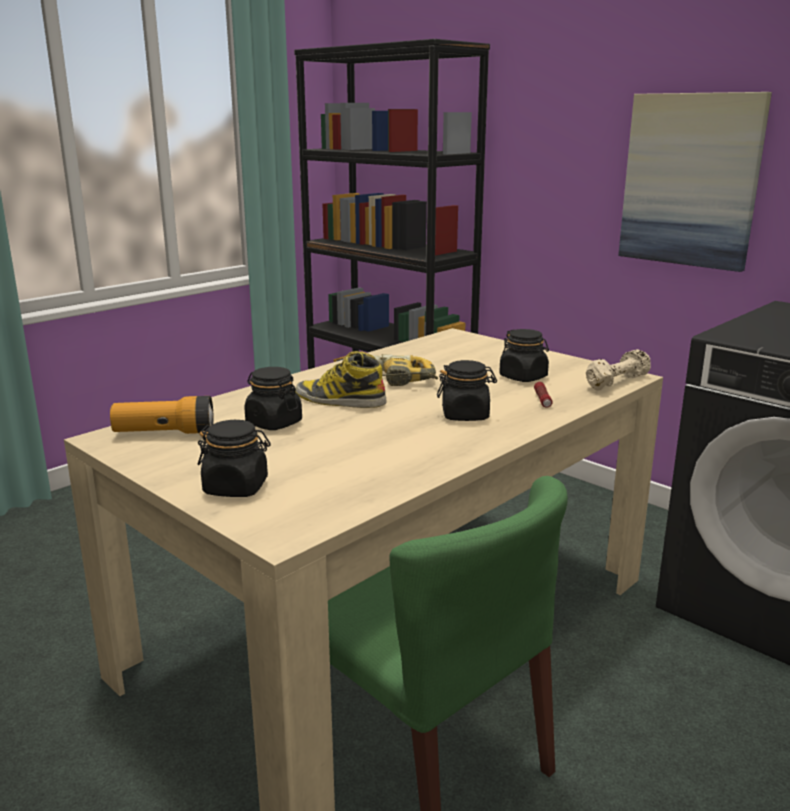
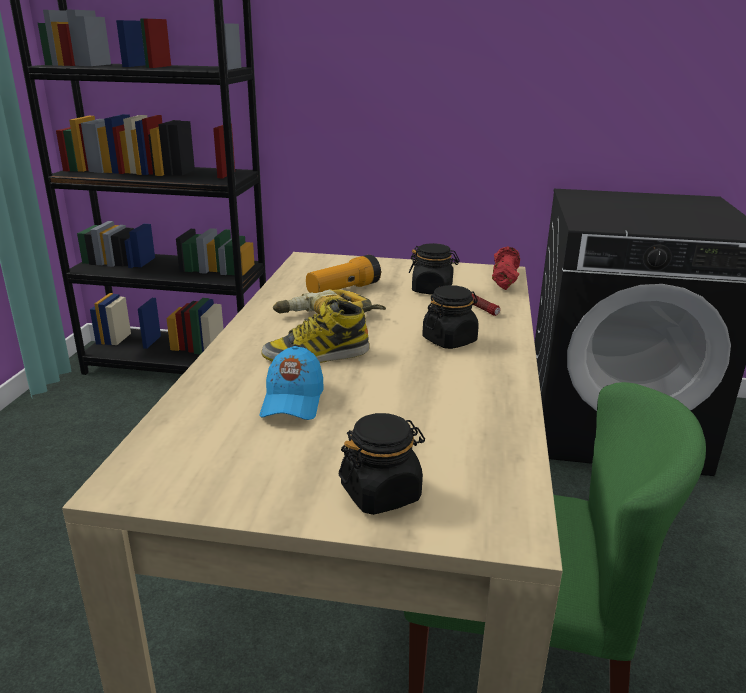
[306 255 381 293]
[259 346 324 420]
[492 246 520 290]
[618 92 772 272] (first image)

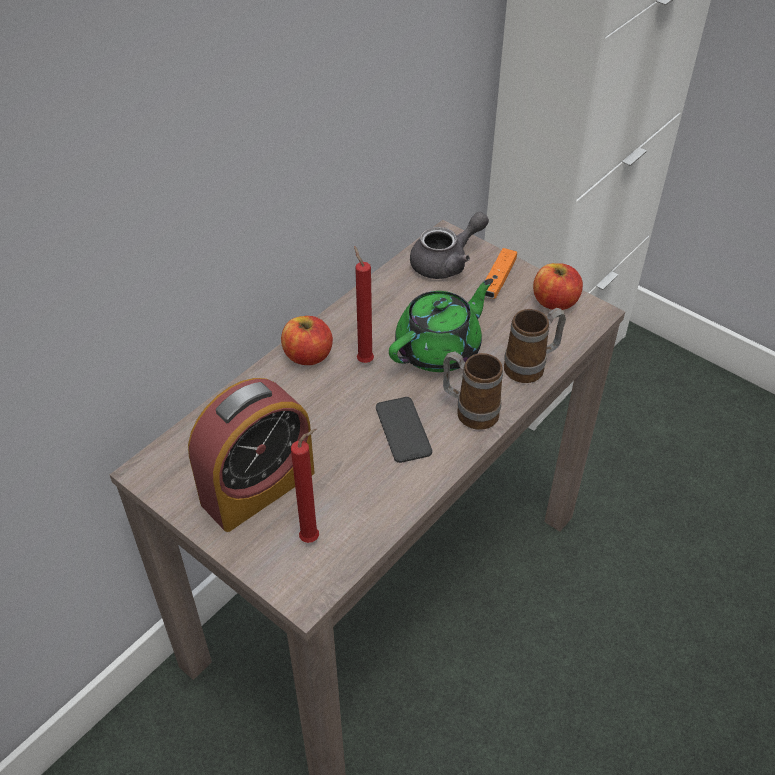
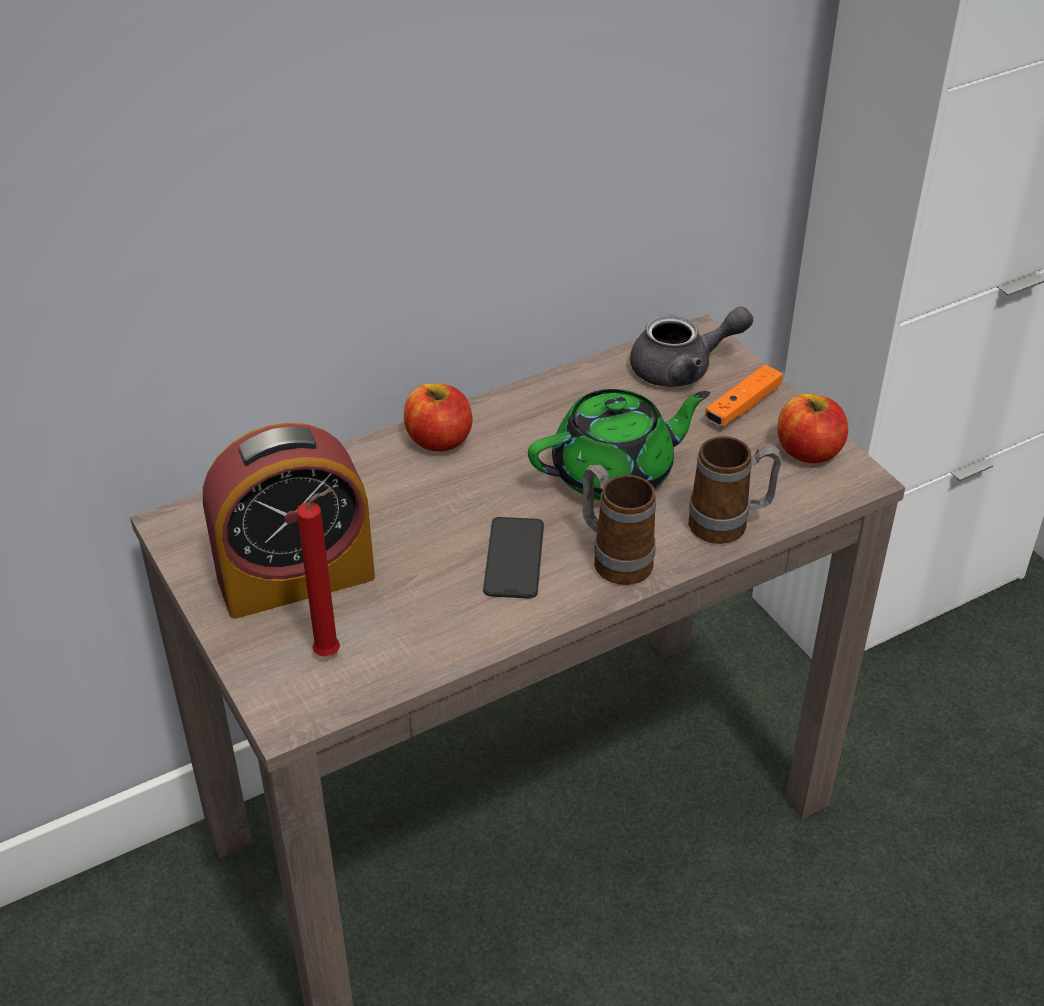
[354 246 374 363] (first image)

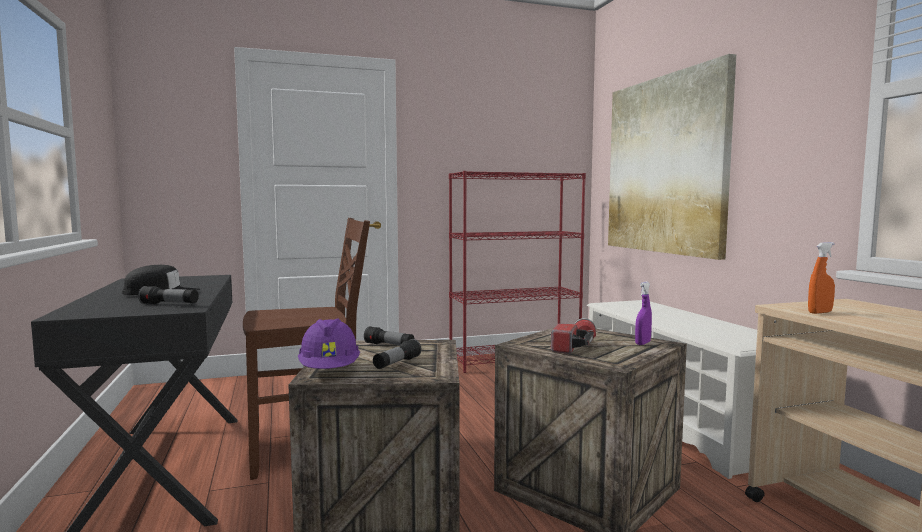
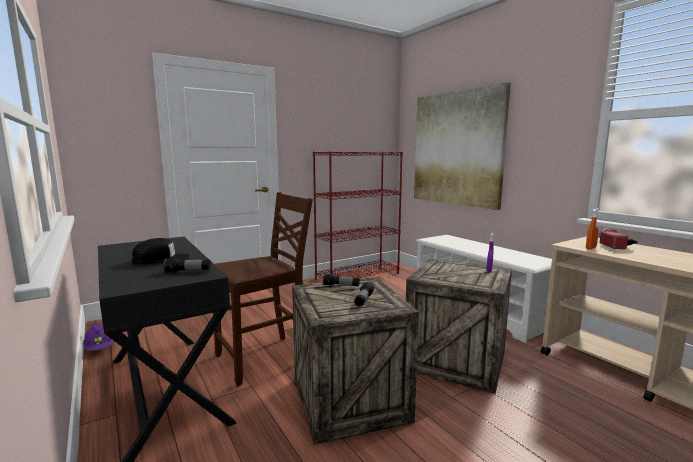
[83 324 114 351]
[599 228 638 249]

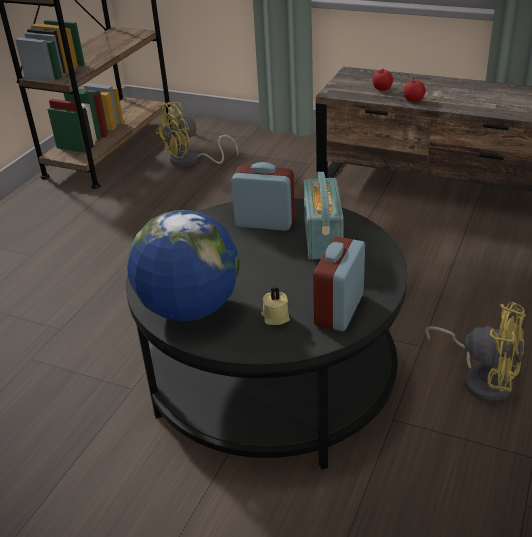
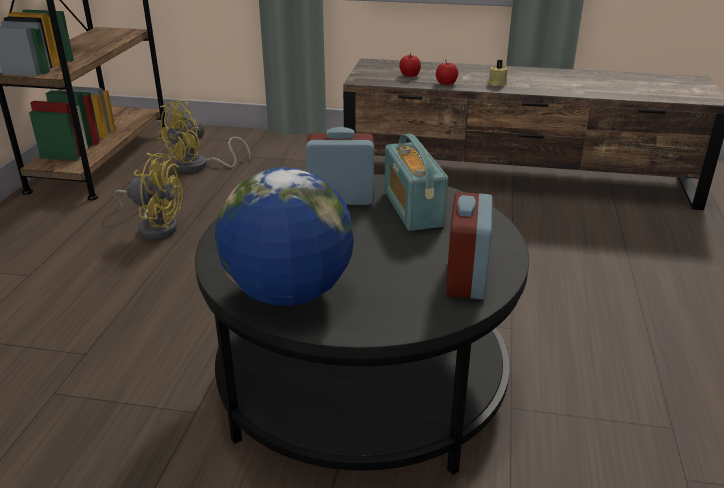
[487 60 508 86]
[114 153 183 239]

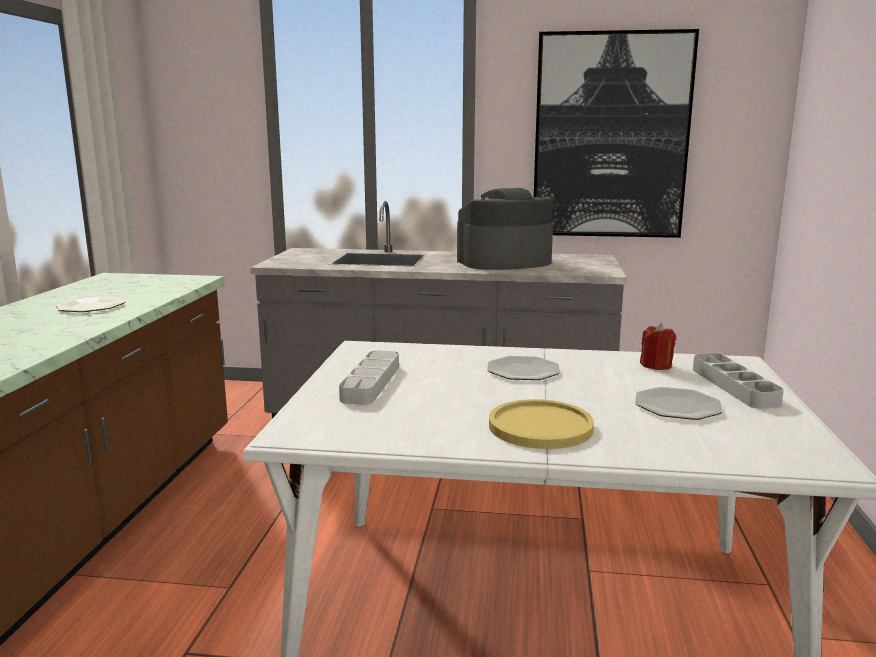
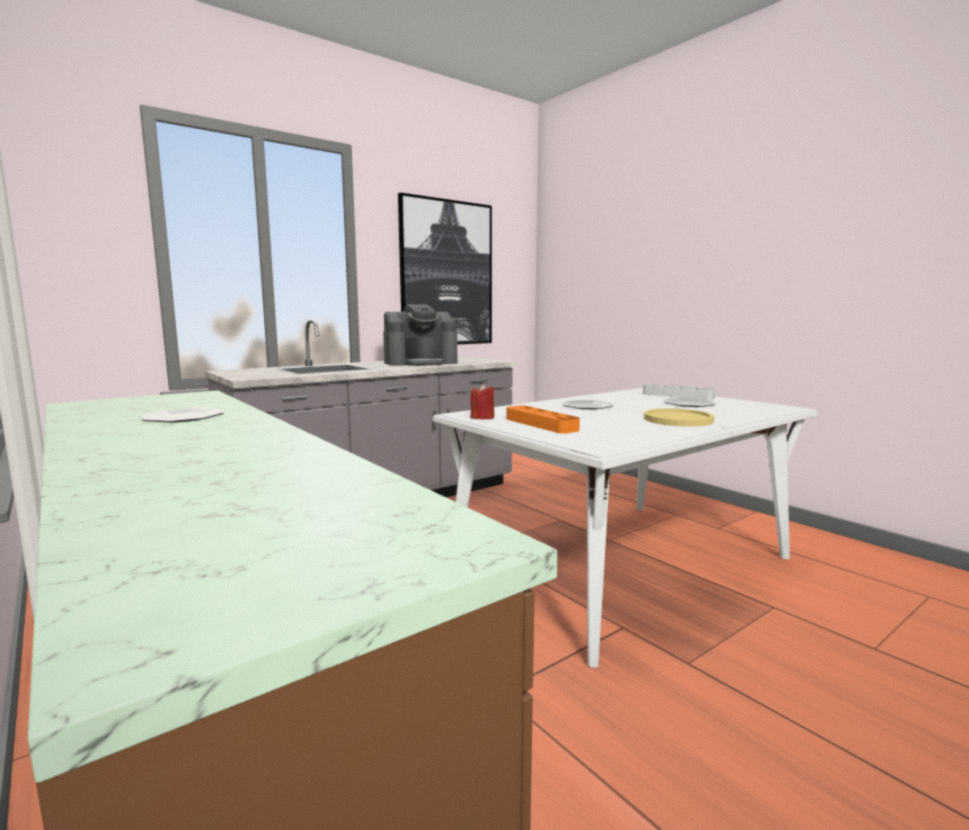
[506 405 580 434]
[383 304 457 366]
[470 384 494 419]

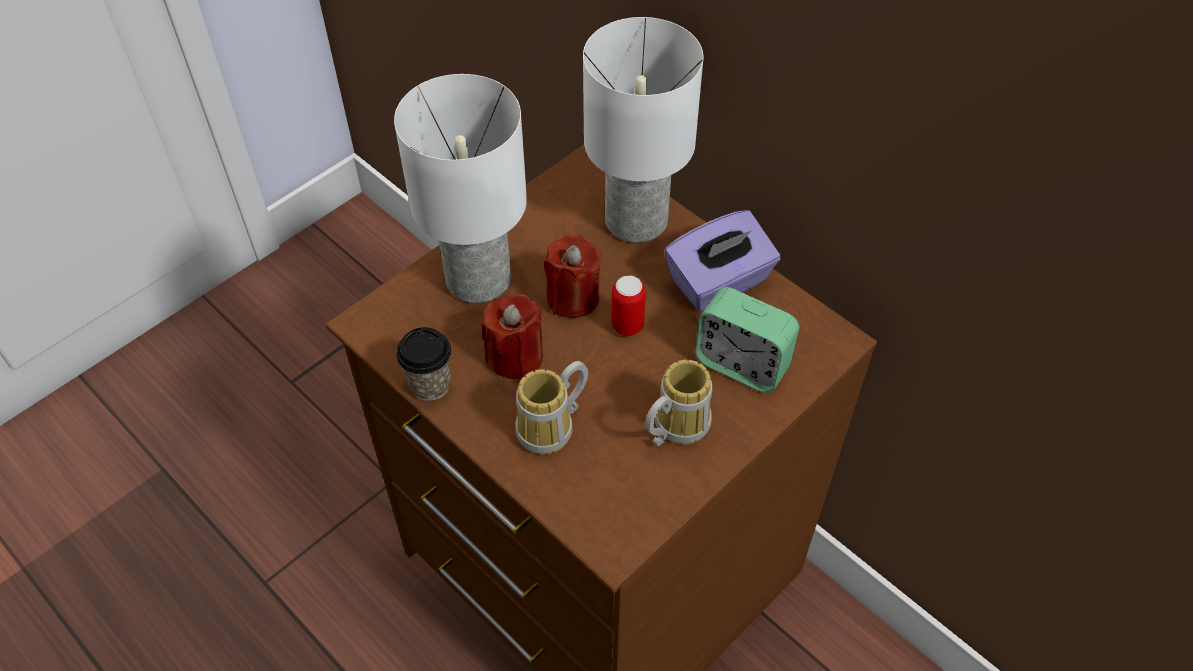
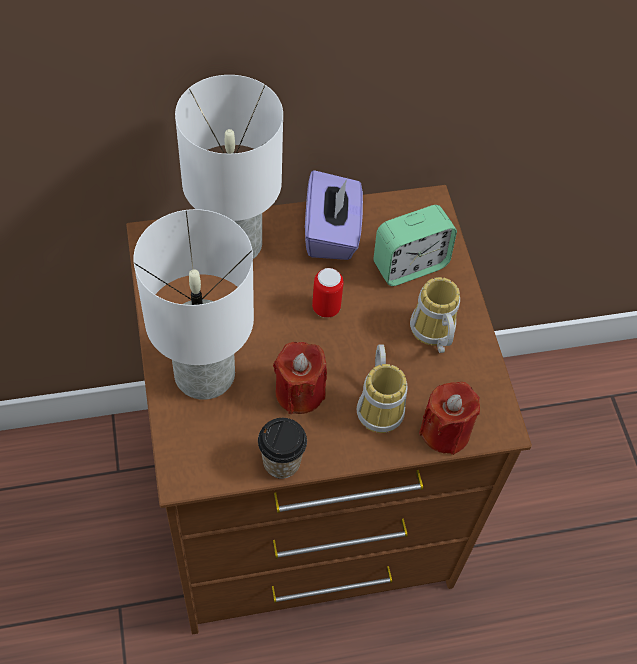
[419 382 480 455]

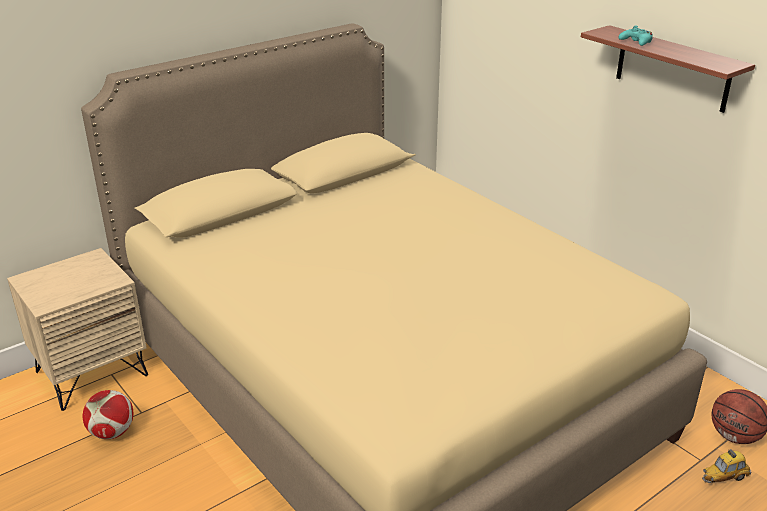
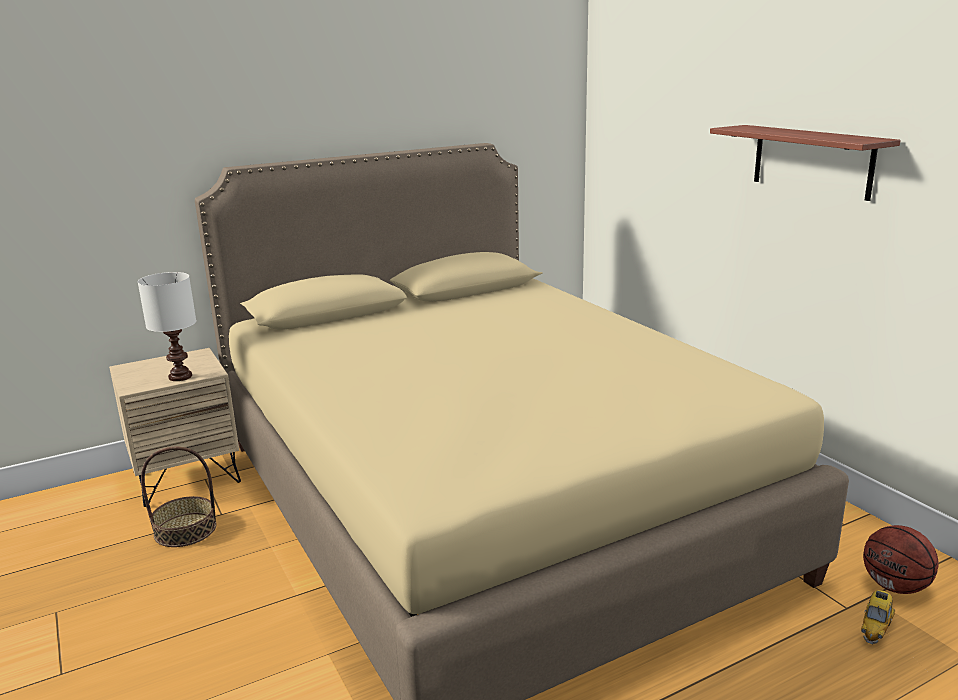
[141 446 216 547]
[619 26 653 46] (first image)
[861 590 895 645]
[137 272 196 381]

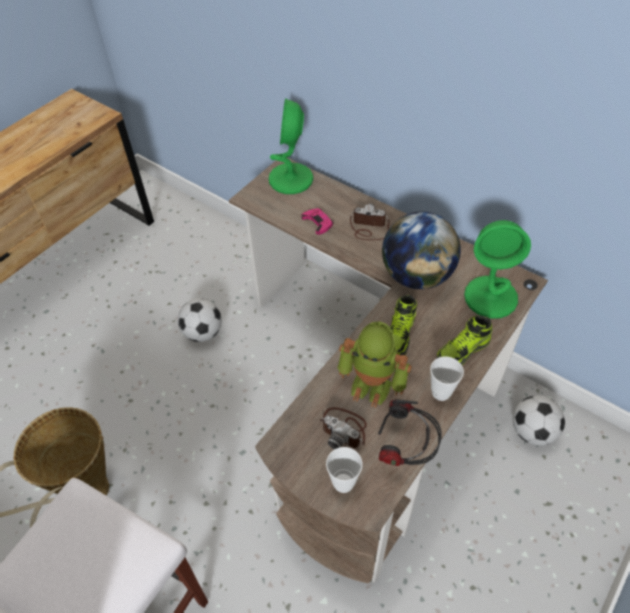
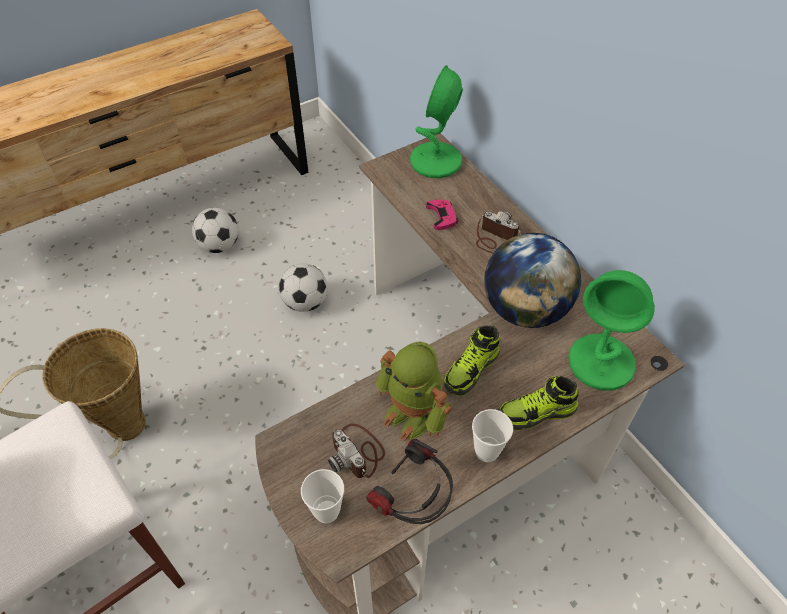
[192 208 239 253]

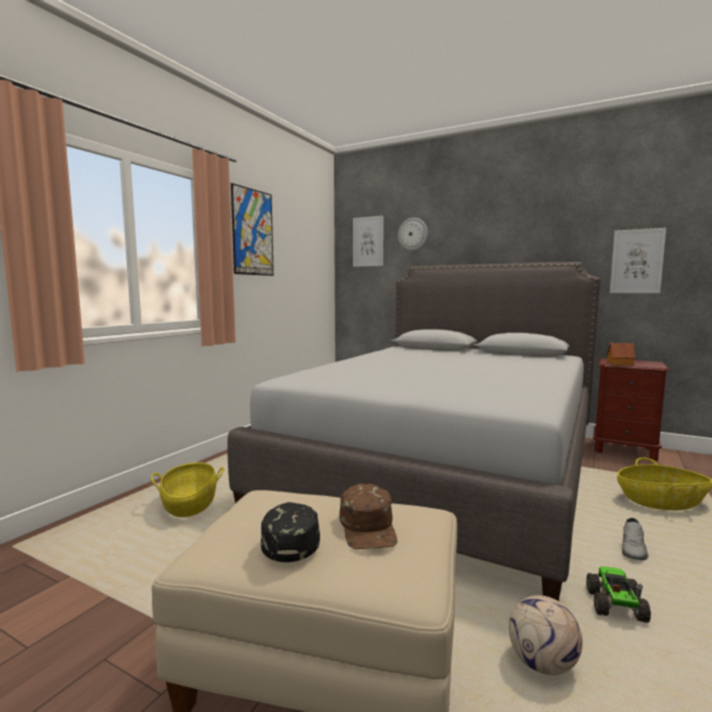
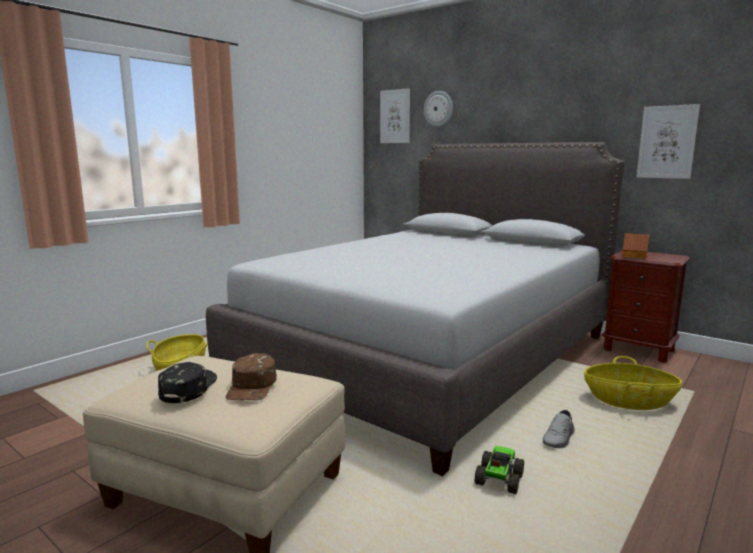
[231 183 274 276] (first image)
[509 595 583 675] (first image)

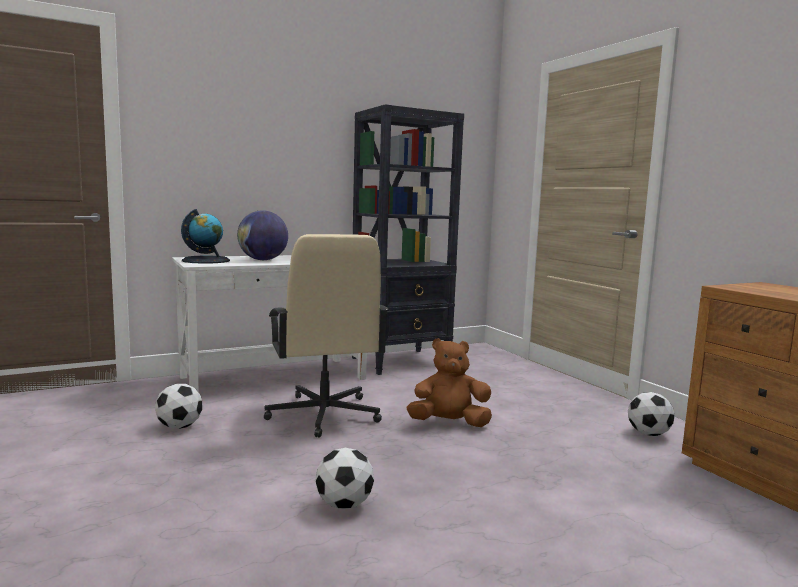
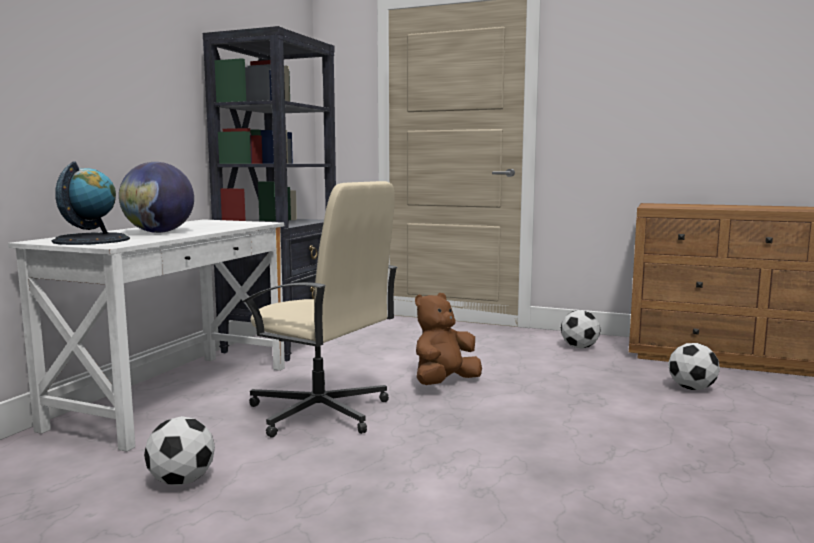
[668 343 720 390]

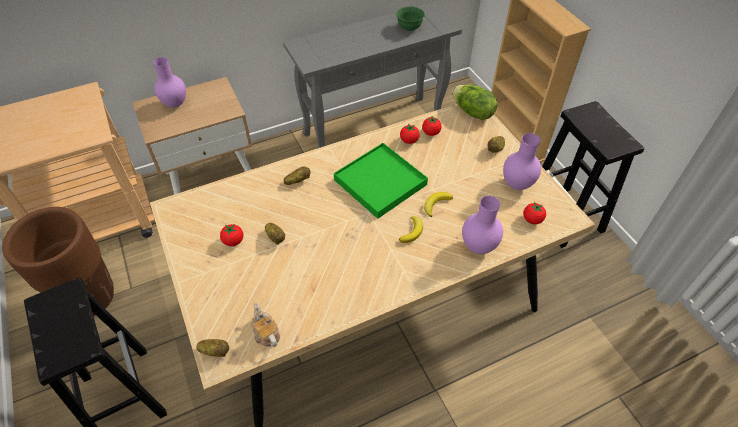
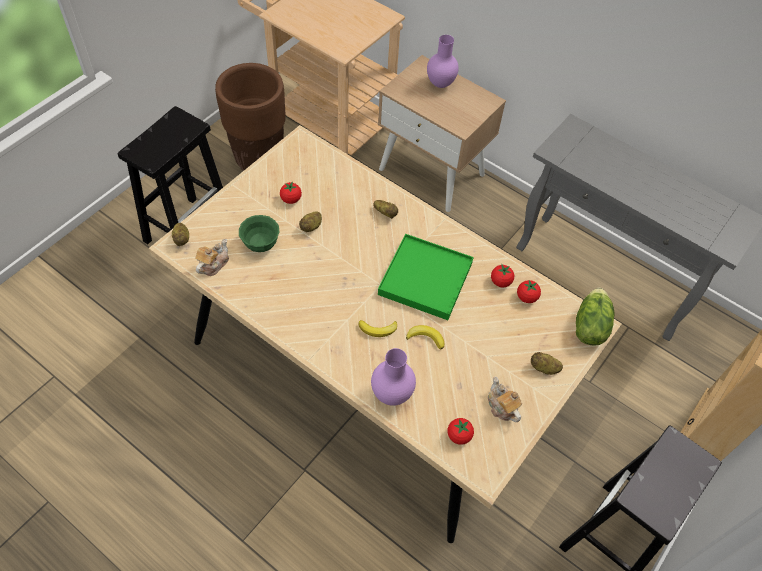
[239 215 279 252]
[488 376 522 422]

